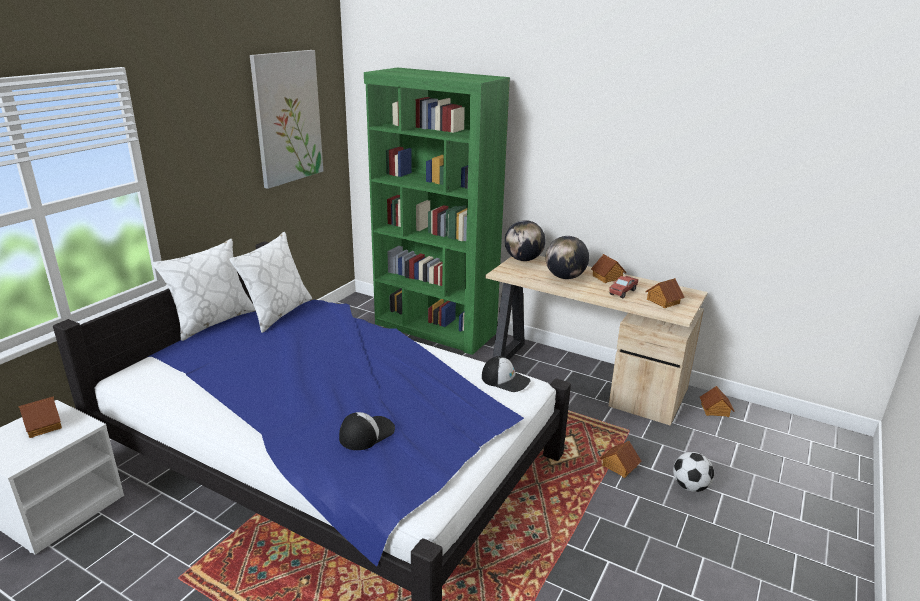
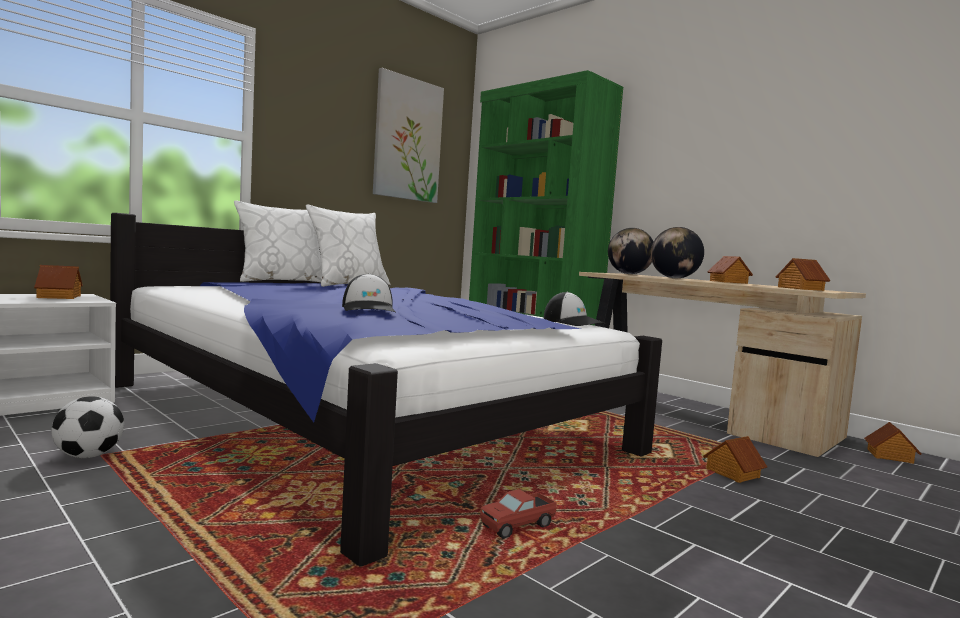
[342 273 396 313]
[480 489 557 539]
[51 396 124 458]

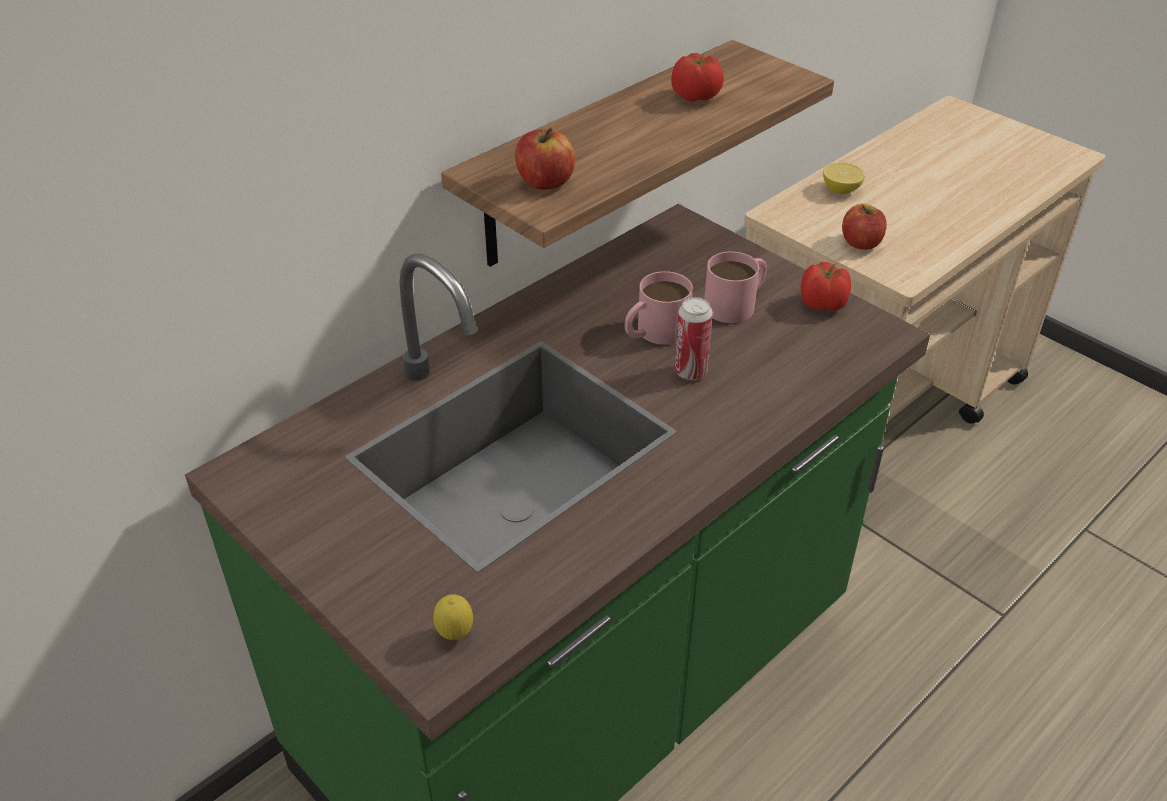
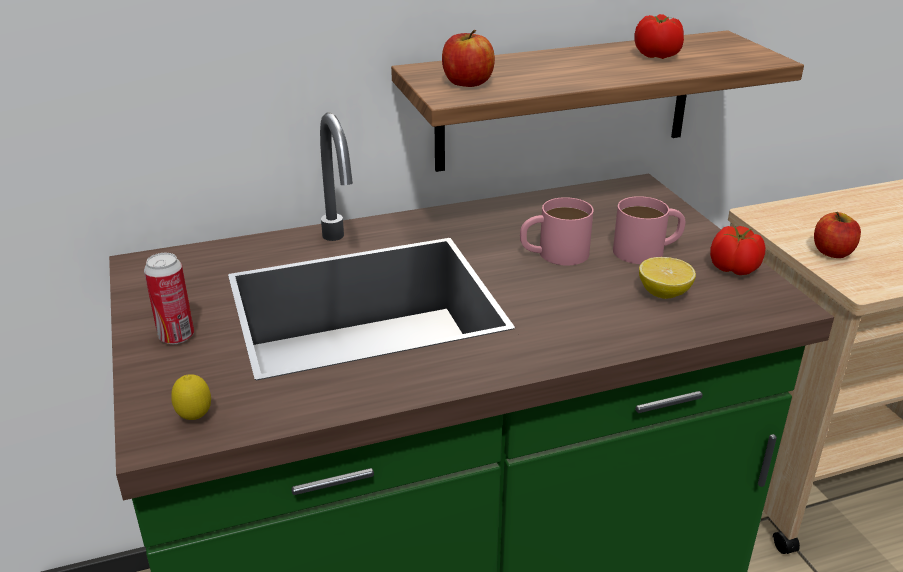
[144 253 194 344]
[639 257 696 299]

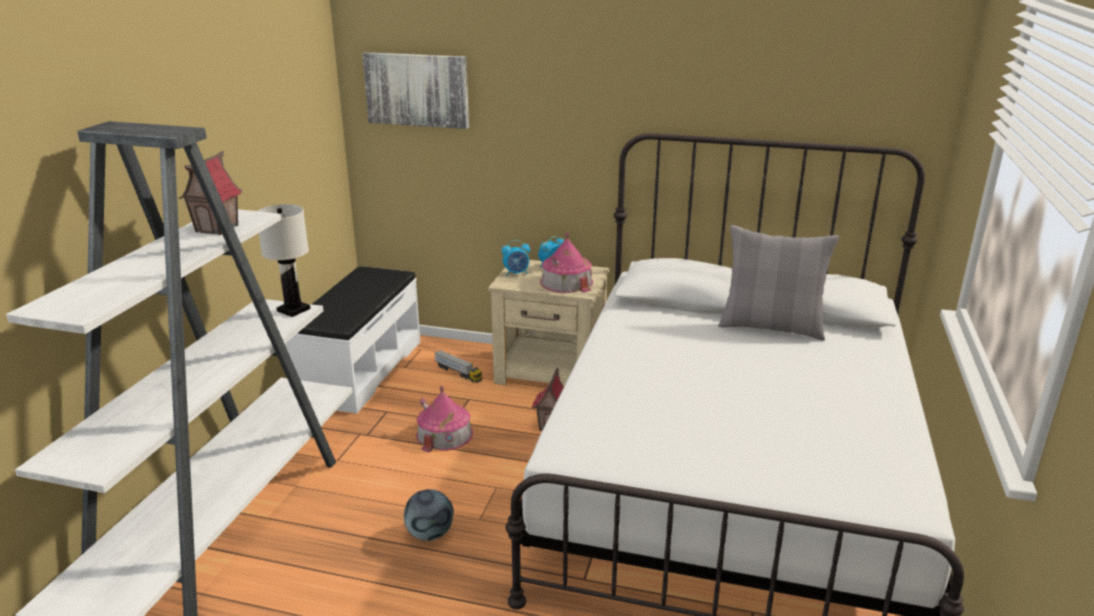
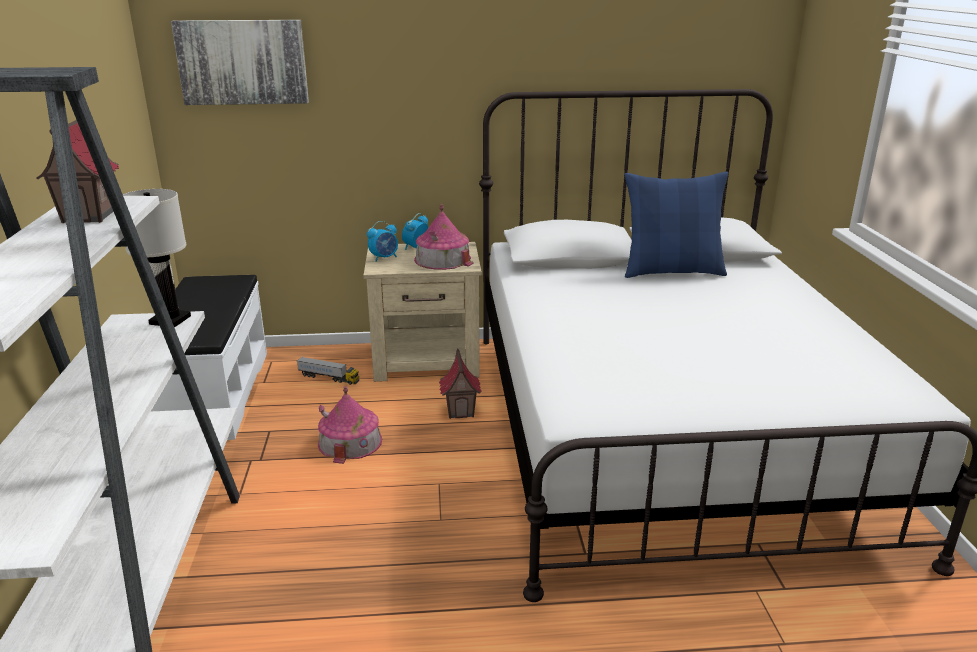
[404 489 454 541] (first image)
[624 172 728 278]

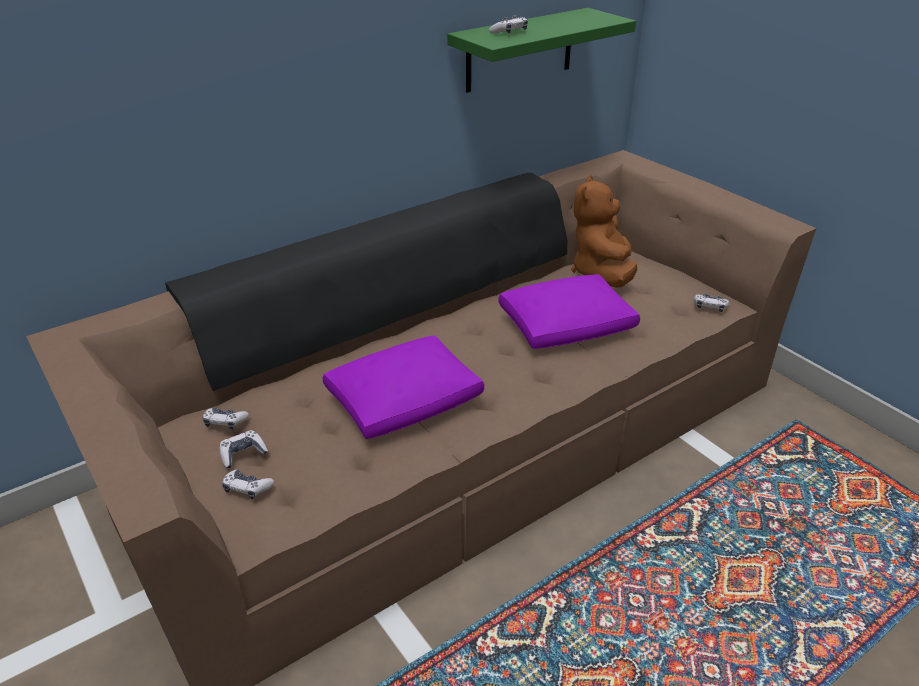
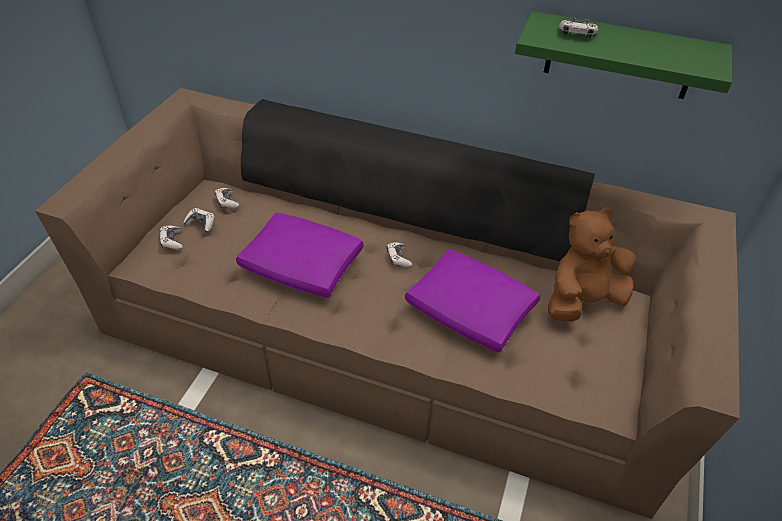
[387 242 412 267]

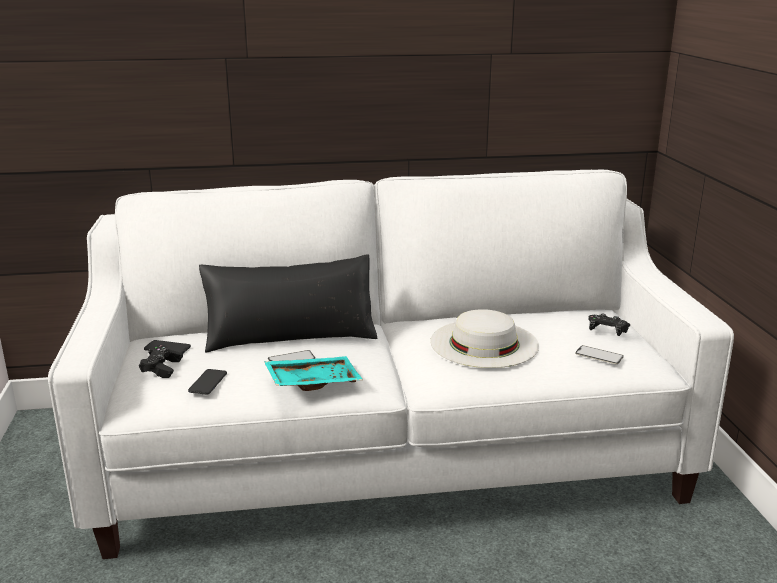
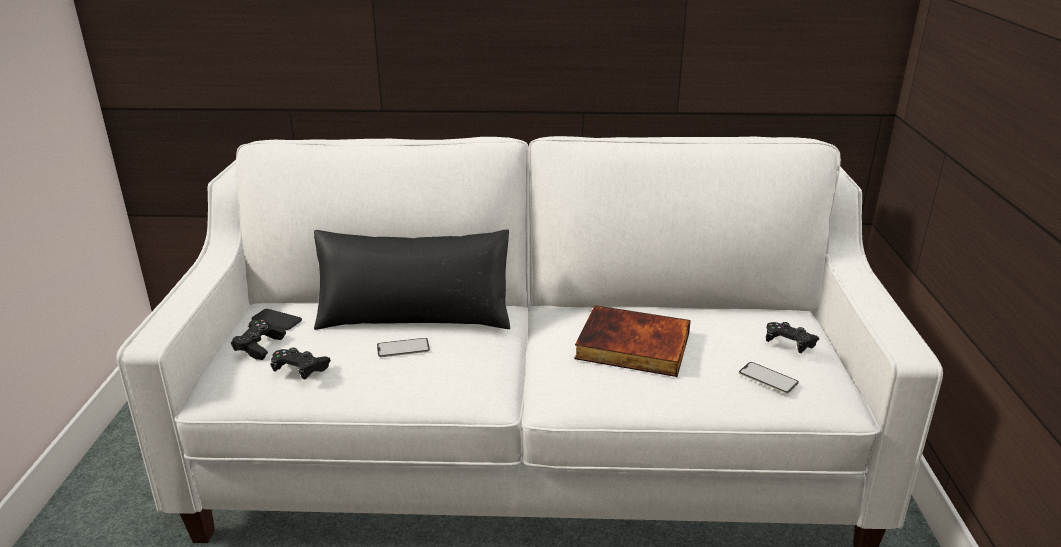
[271 348 331 379]
[264 356 363 391] (first image)
[575 305 691 377]

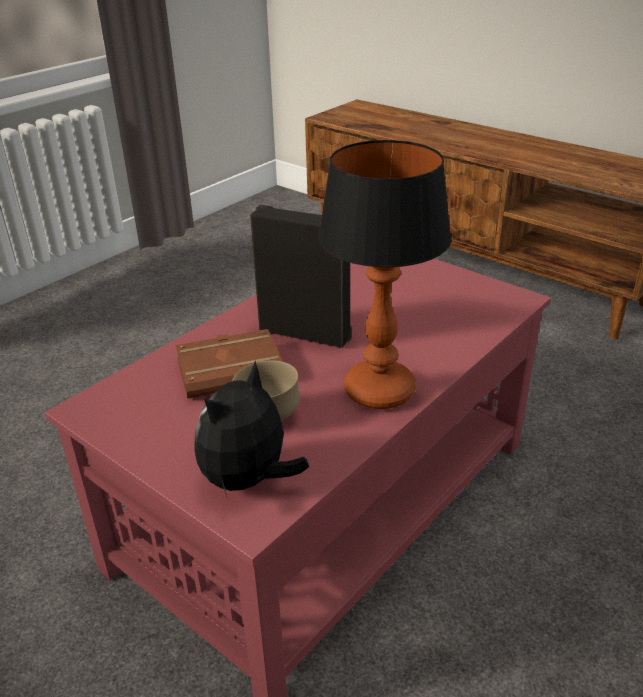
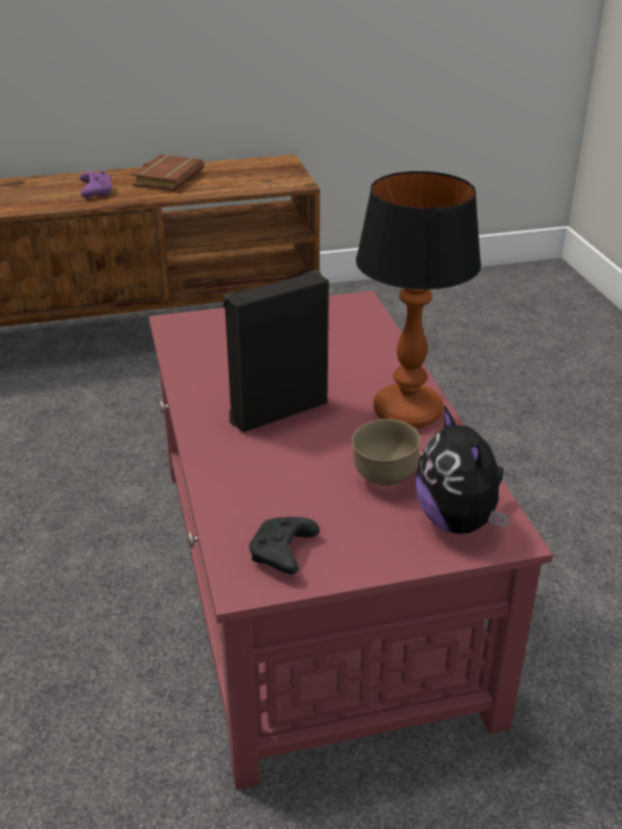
[131 154 204 191]
[80 170 112 198]
[249 517 320 574]

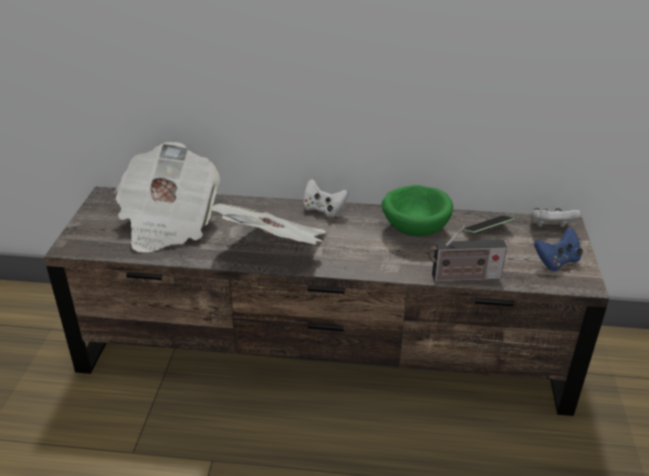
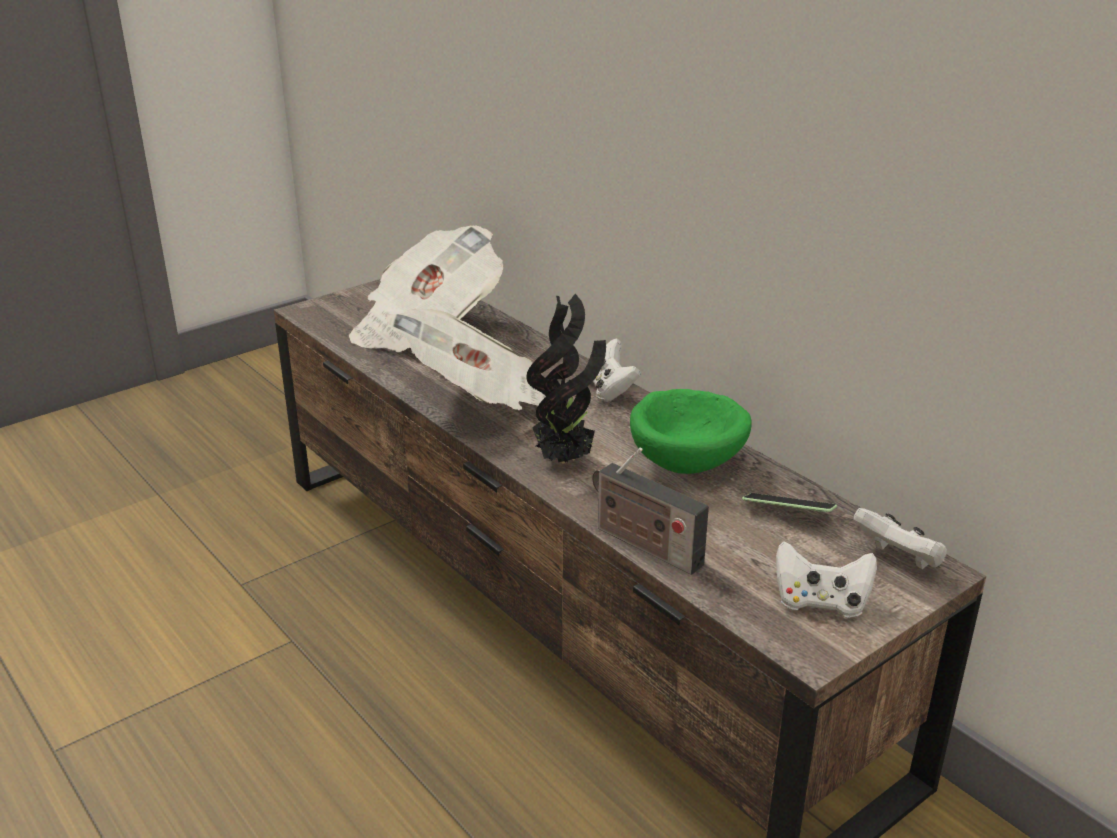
[776 541 877 618]
[526 294 606 463]

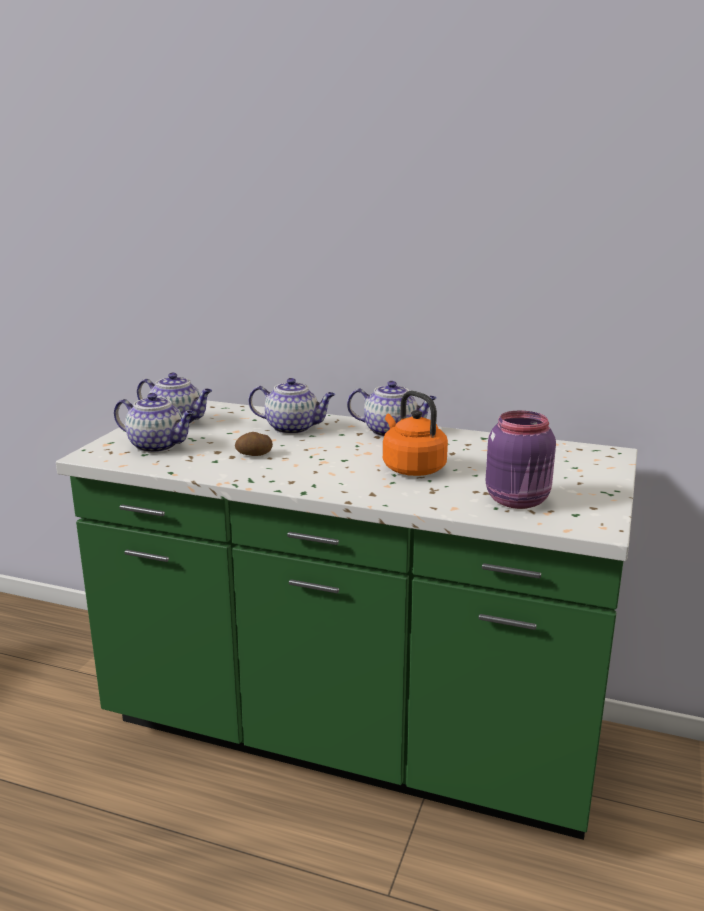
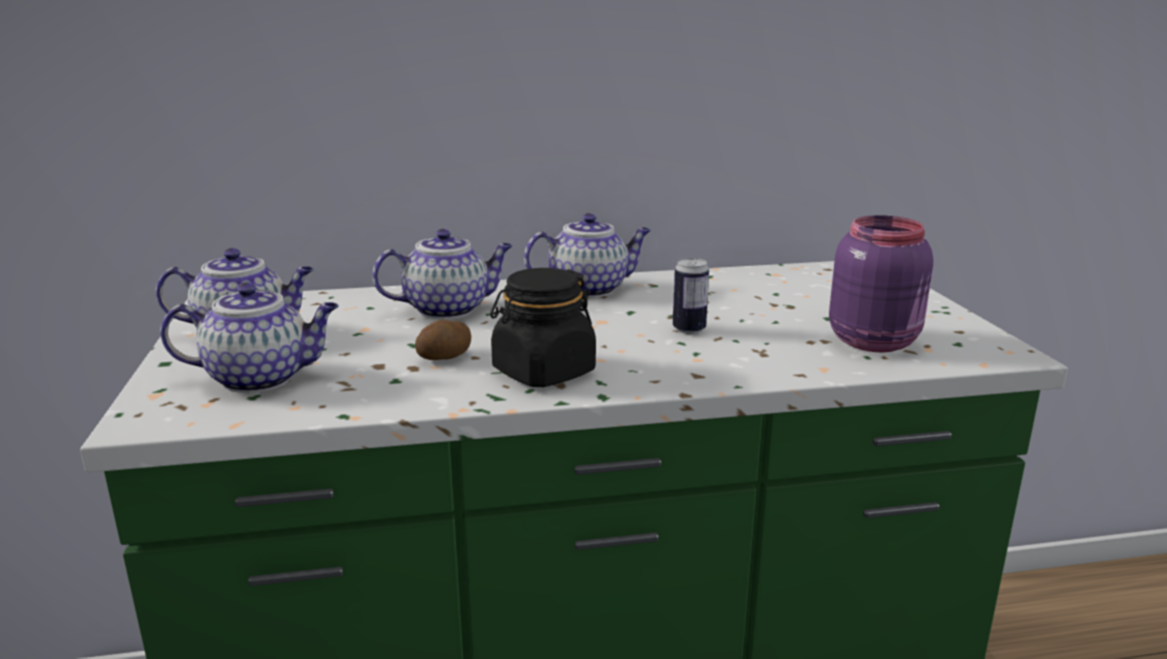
[673 258 709 334]
[490 268 596 387]

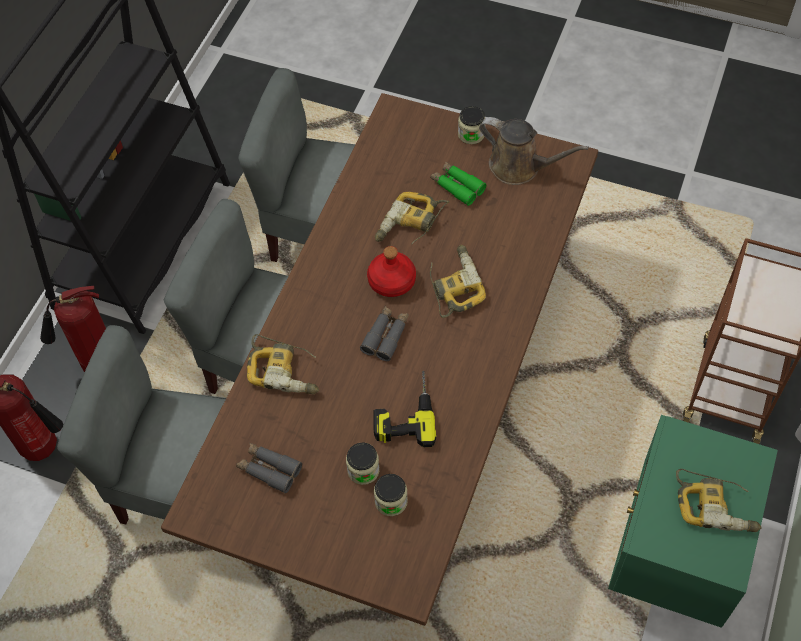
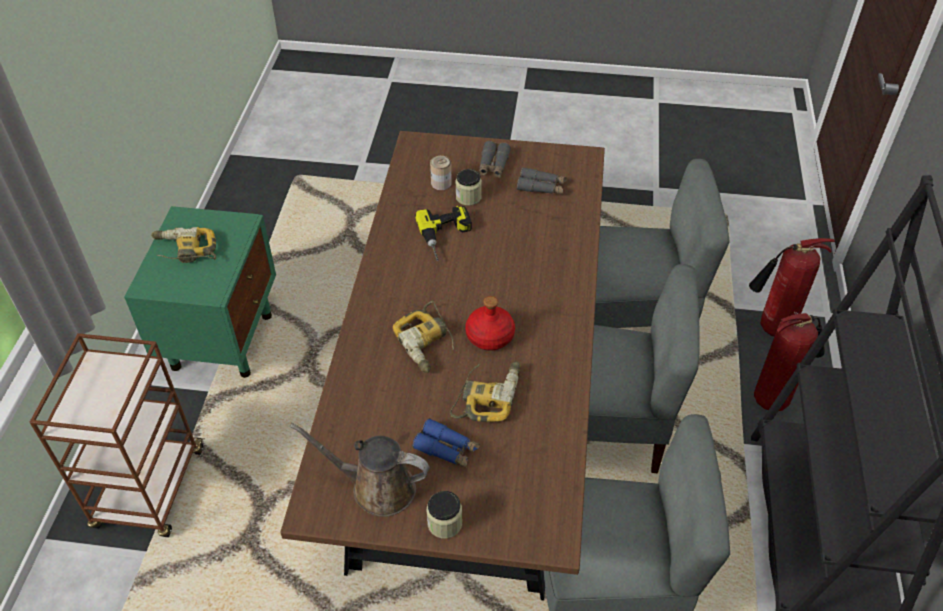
[247 334 319 394] (first image)
[479 141 511 178]
[430 156 452 190]
[413 418 480 468]

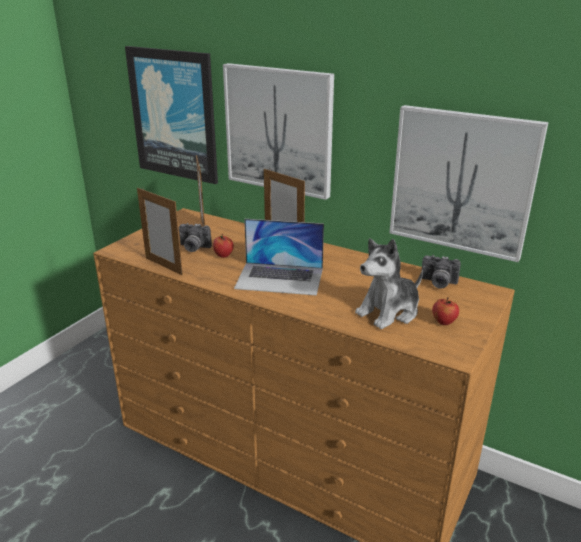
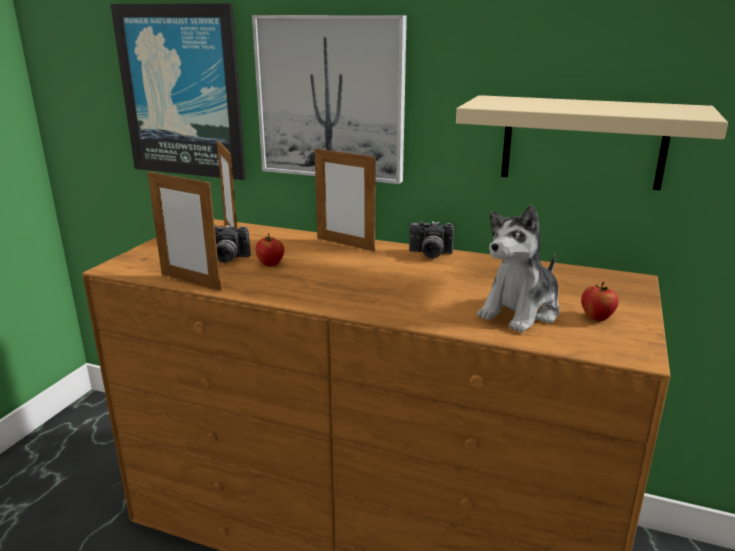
[234 219 324 296] (first image)
[456 95 728 190]
[409 221 454 258]

